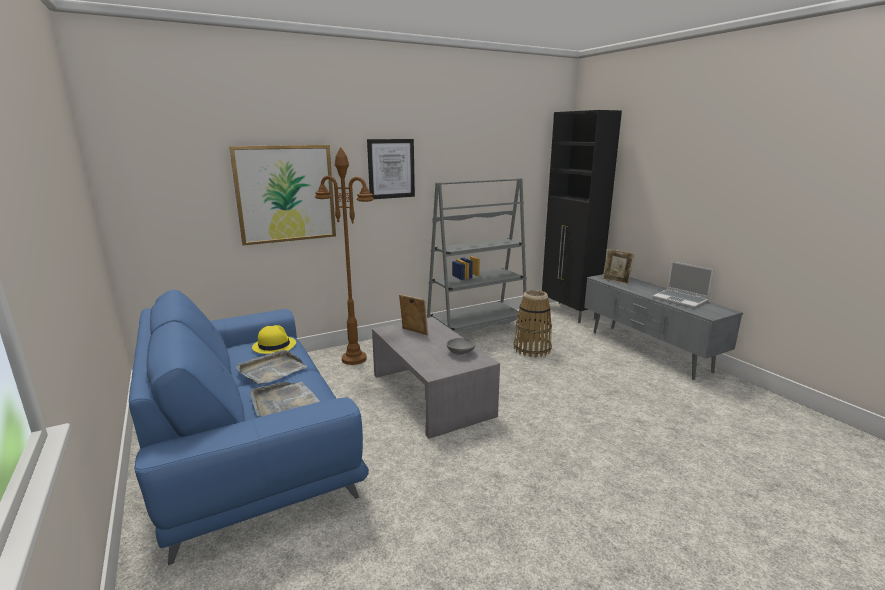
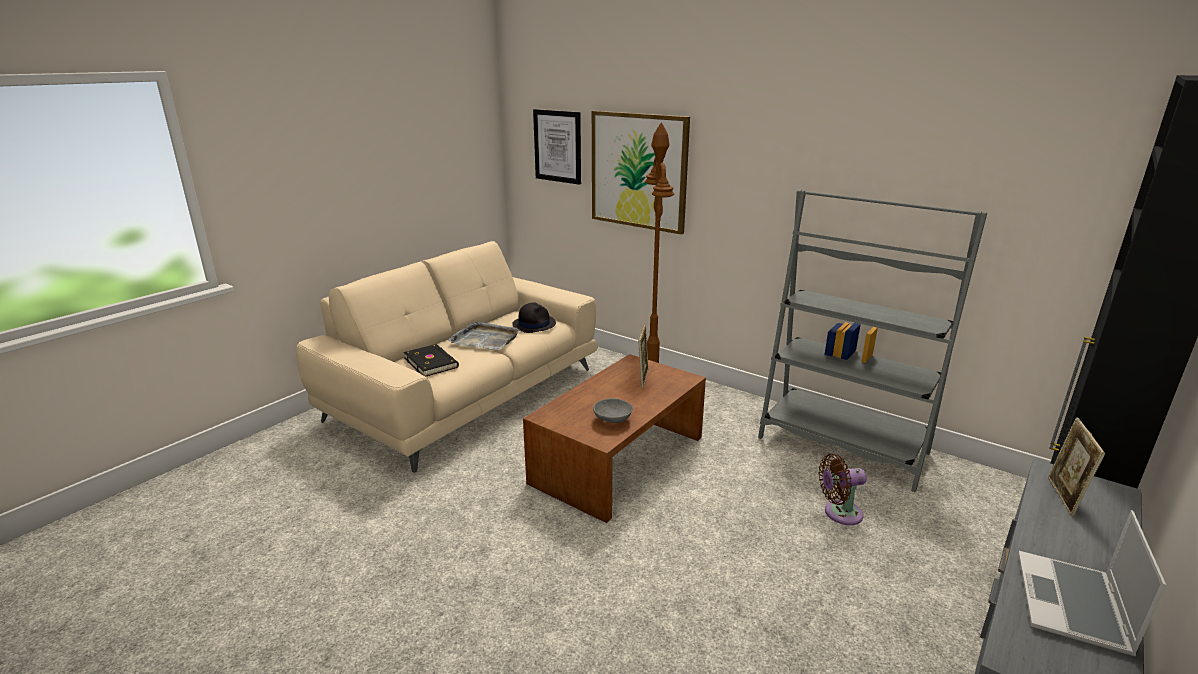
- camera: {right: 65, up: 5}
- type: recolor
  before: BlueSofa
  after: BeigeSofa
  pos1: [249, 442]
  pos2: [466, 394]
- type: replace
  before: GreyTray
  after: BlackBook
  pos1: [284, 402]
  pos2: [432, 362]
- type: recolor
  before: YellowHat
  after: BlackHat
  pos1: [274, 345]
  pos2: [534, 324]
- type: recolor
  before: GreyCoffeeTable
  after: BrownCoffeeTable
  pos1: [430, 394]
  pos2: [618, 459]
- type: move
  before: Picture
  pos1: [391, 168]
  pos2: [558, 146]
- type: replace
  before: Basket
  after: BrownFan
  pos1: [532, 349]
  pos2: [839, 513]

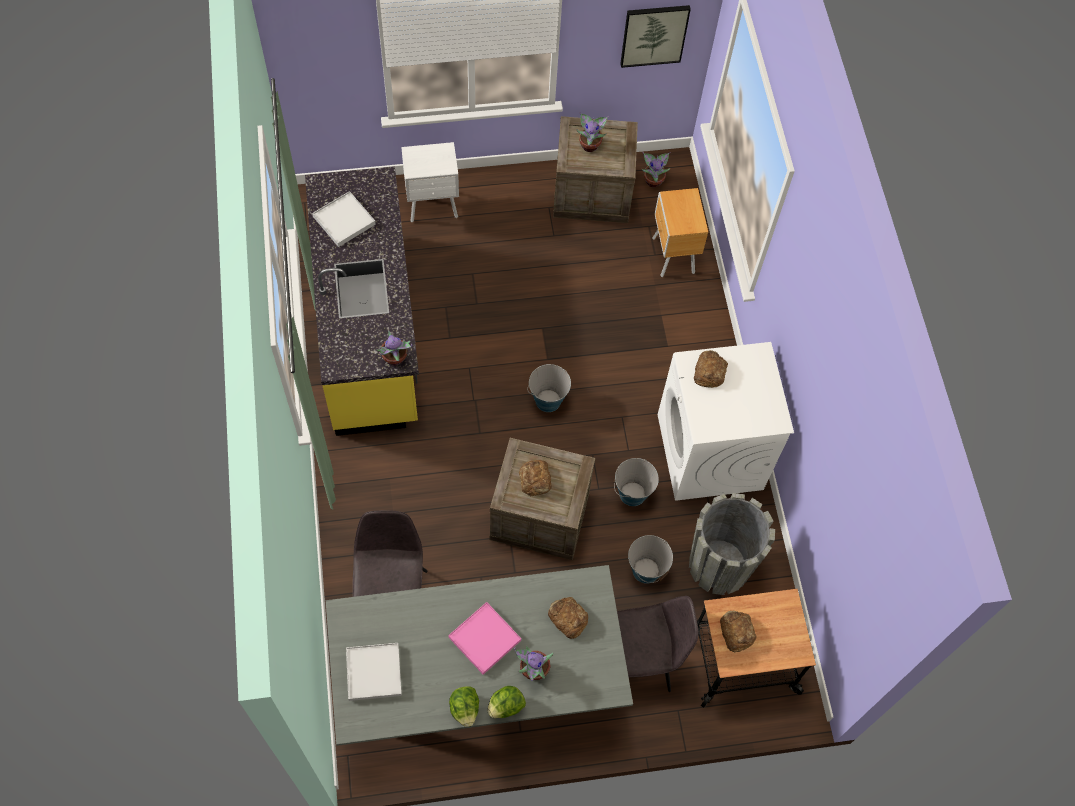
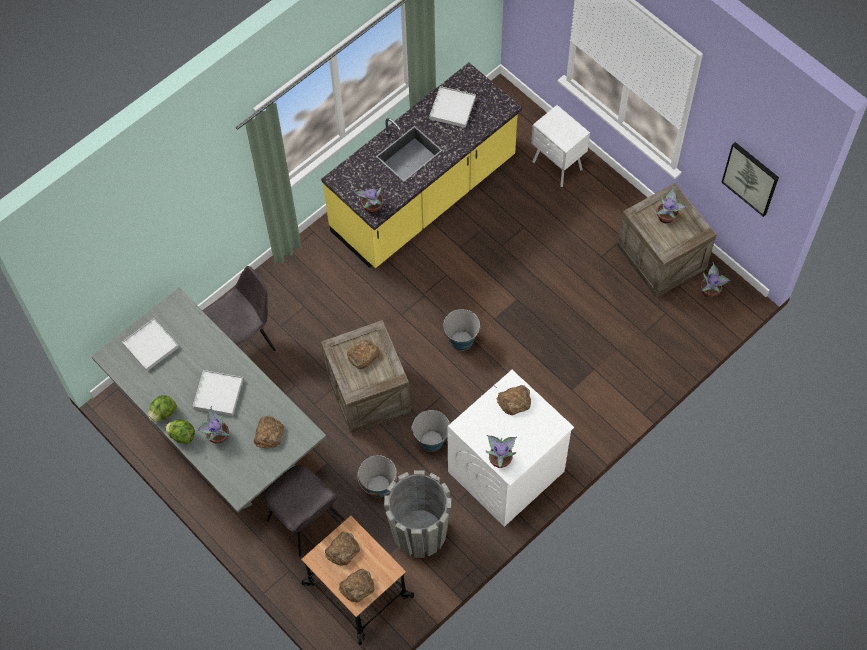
- camera: {right: 60, up: 0}
- type: recolor
  before: PinkTray
  after: WhiteTray
  pos1: [484, 639]
  pos2: [218, 394]
- type: insert
  after: Bread
  pos2: [357, 586]
- type: insert
  after: PottedPlant
  pos2: [500, 459]
- type: delete
  before: BrownNightstand
  pos1: [672, 257]

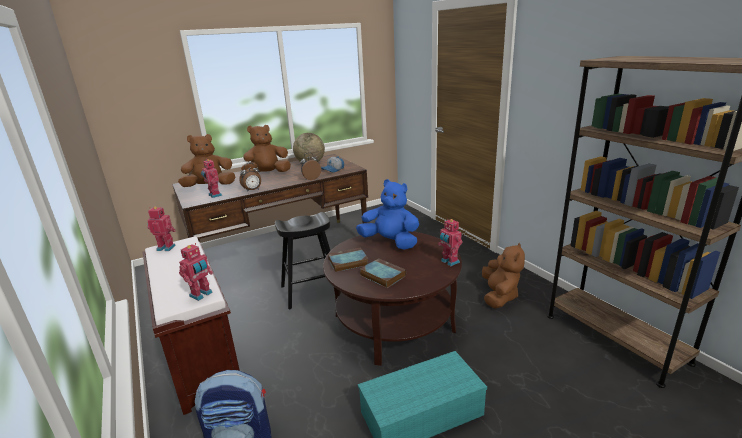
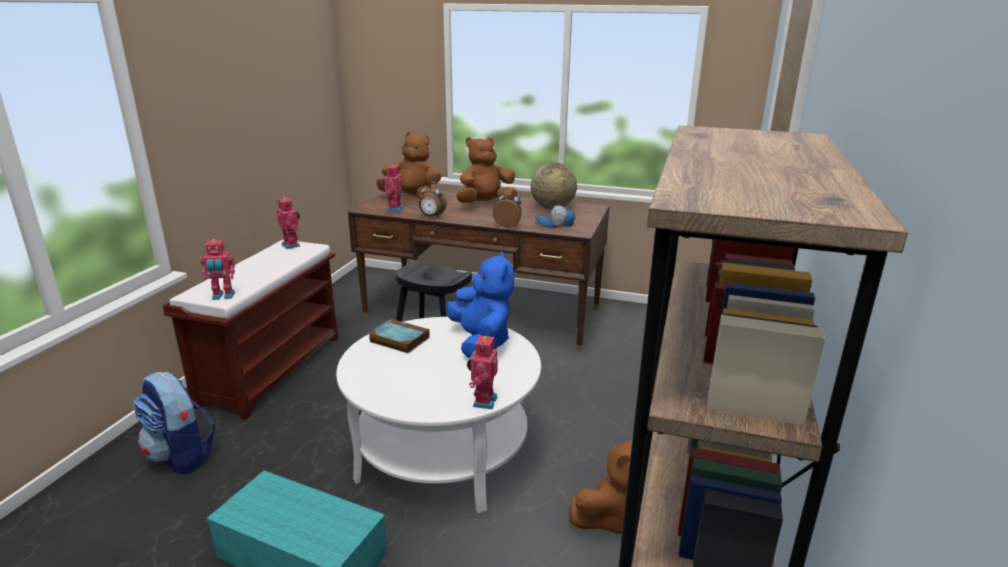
- camera: {right: 45, up: 0}
- type: recolor
  before: BrownCoffeeTable
  after: WhiteCoffeeTable
  pos1: [394, 322]
  pos2: [443, 453]
- type: rotate
  before: BrownPlushToy
  pos1: [267, 174]
  pos2: [485, 204]
  turn: -45
- type: delete
  before: Book
  pos1: [382, 275]

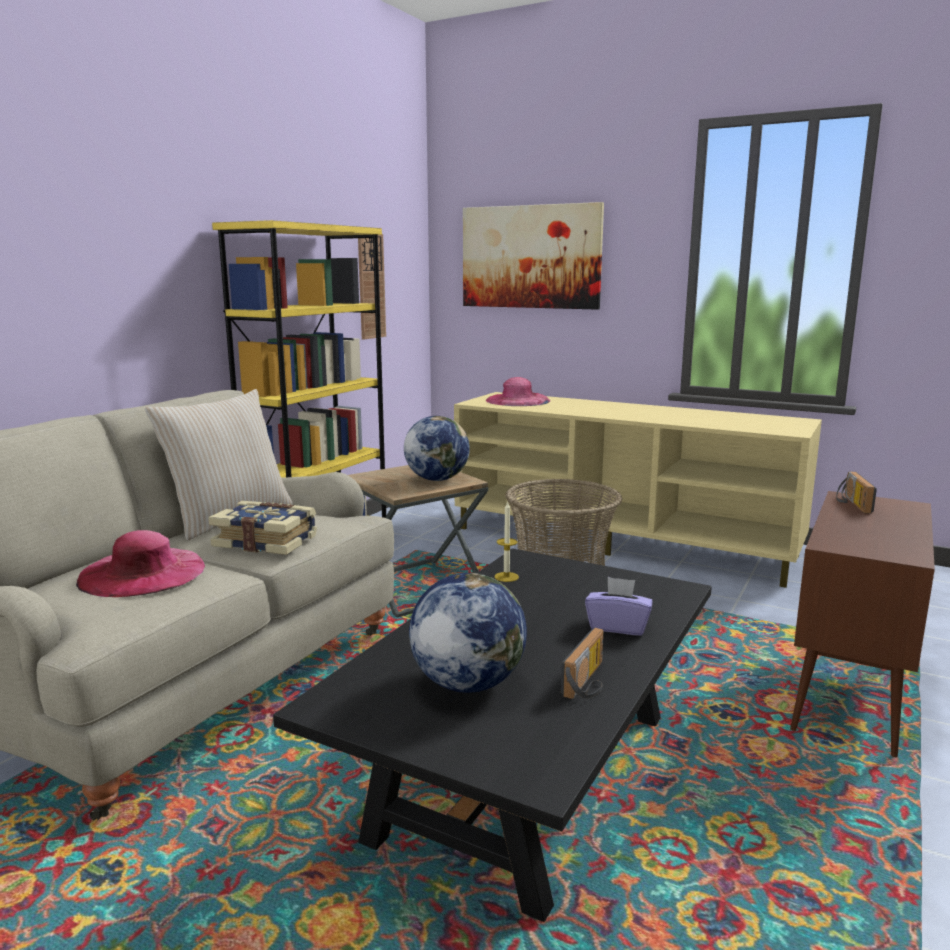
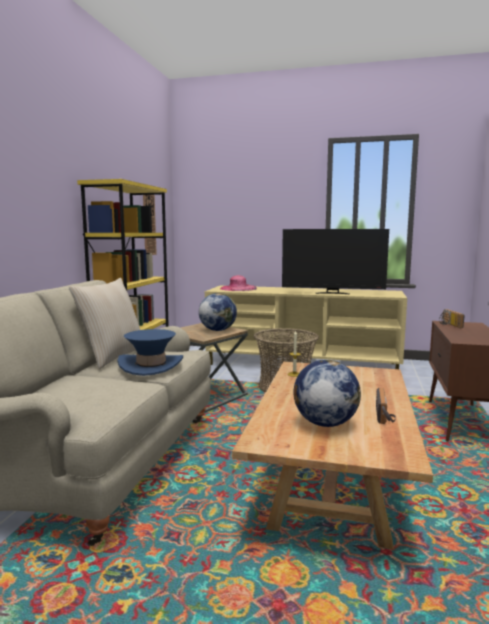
- camera: {right: -15, up: -5}
- type: replace
  before: Book
  after: BlueHat
  pos1: [266, 541]
  pos2: [151, 365]
- type: recolor
  before: BlackCoffeeTable
  after: BeigeCoffeeTable
  pos1: [526, 773]
  pos2: [332, 480]
- type: insert
  after: Television
  pos2: [332, 293]
- type: delete
  before: PinkHat
  pos1: [142, 572]
- type: delete
  before: Picture
  pos1: [530, 257]
- type: delete
  before: PurpleTissueBox
  pos1: [618, 626]

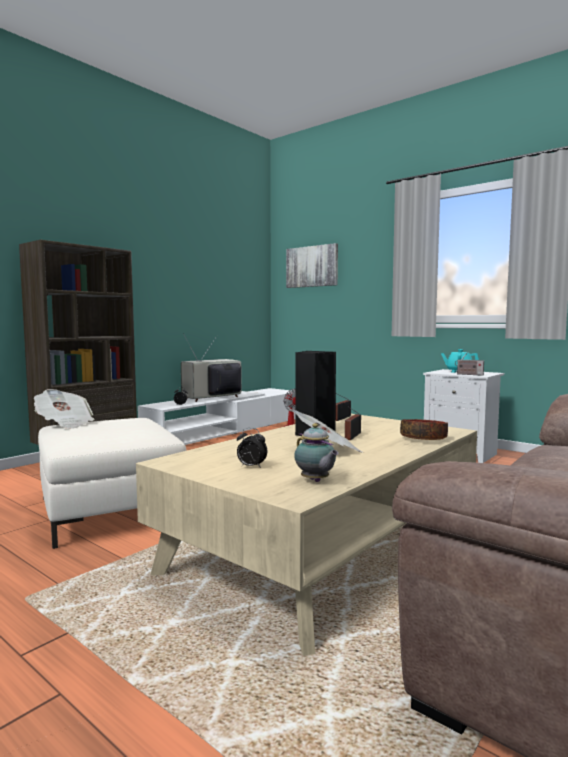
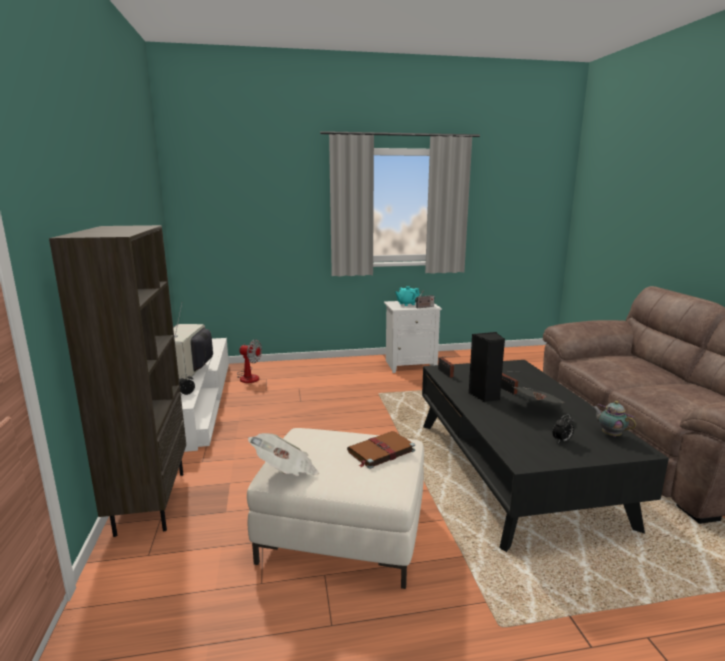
- camera: {right: -50, up: 10}
- type: insert
  after: BrownBook
  pos2: [380, 451]
- type: recolor
  before: BeigeCoffeeTable
  after: BlackCoffeeTable
  pos1: [327, 546]
  pos2: [514, 470]
- type: rotate
  before: Teapot
  pos1: [315, 481]
  pos2: [610, 434]
  turn: -135
- type: delete
  before: Picture
  pos1: [312, 266]
- type: delete
  before: Bowl
  pos1: [424, 439]

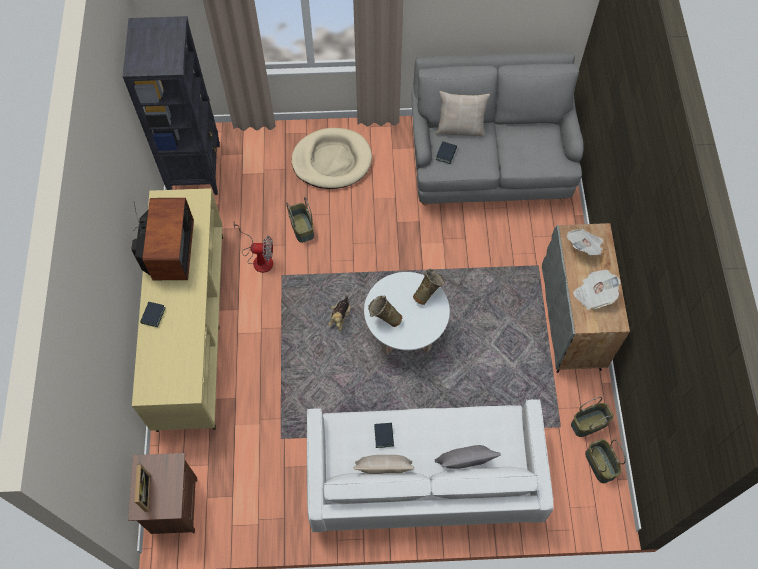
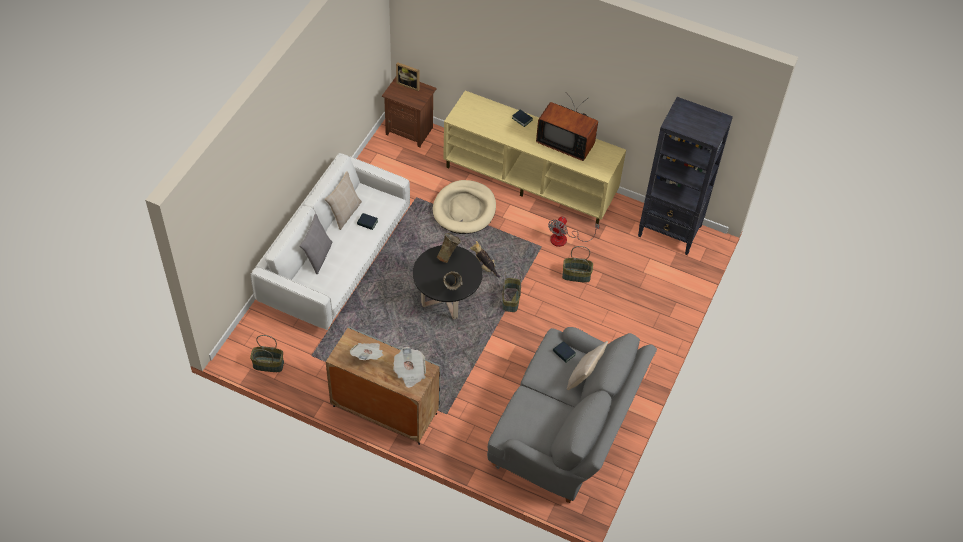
- camera: {right: 115, up: -10}
- type: recolor
  before: WhiteCoffeeTable
  after: BlackCoffeeTable
  pos1: [405, 332]
  pos2: [447, 299]
- type: move
  before: BeigeDogBed
  pos1: [332, 161]
  pos2: [464, 209]
- type: move
  before: Basket
  pos1: [589, 423]
  pos2: [511, 300]

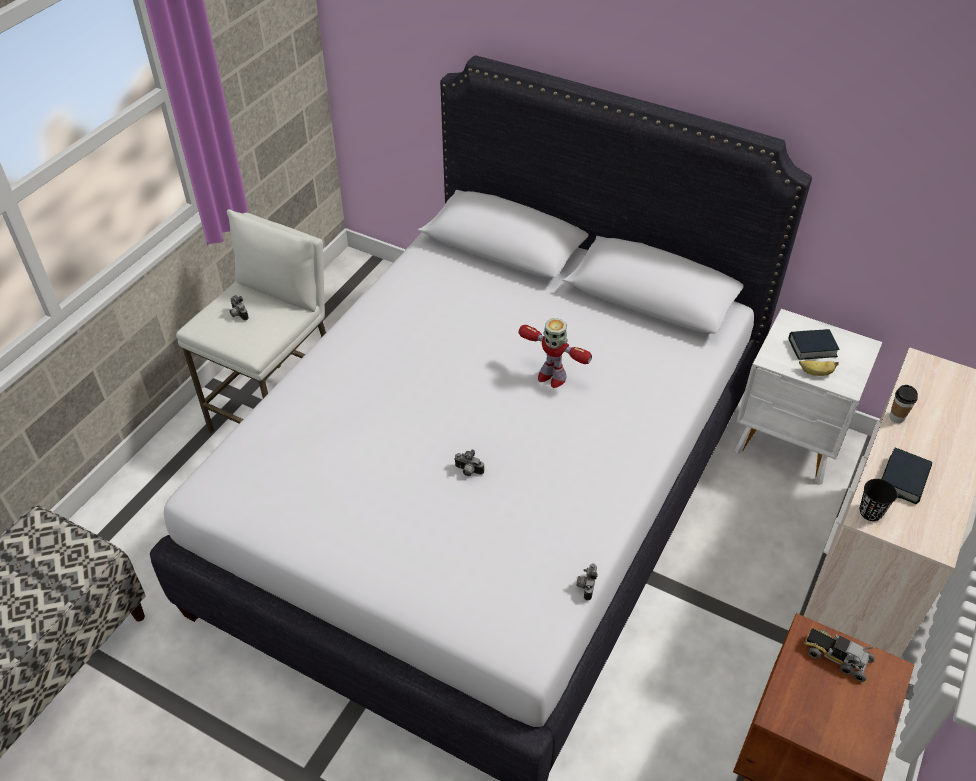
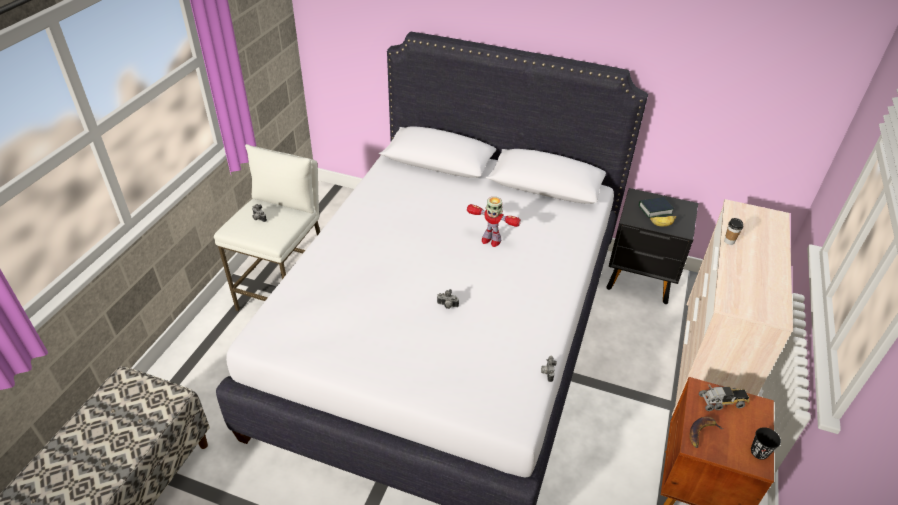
- camera: {right: -10, up: -5}
- type: recolor
  before: WhiteNightstand
  after: BlackNightstand
  pos1: [789, 444]
  pos2: [640, 280]
- type: insert
  after: Banana
  pos2: [702, 432]
- type: rotate
  before: ToyTruck
  pos1: [836, 656]
  pos2: [722, 401]
  turn: 150
- type: move
  before: BlackCup
  pos1: [870, 512]
  pos2: [759, 452]
- type: delete
  before: Book
  pos1: [903, 480]

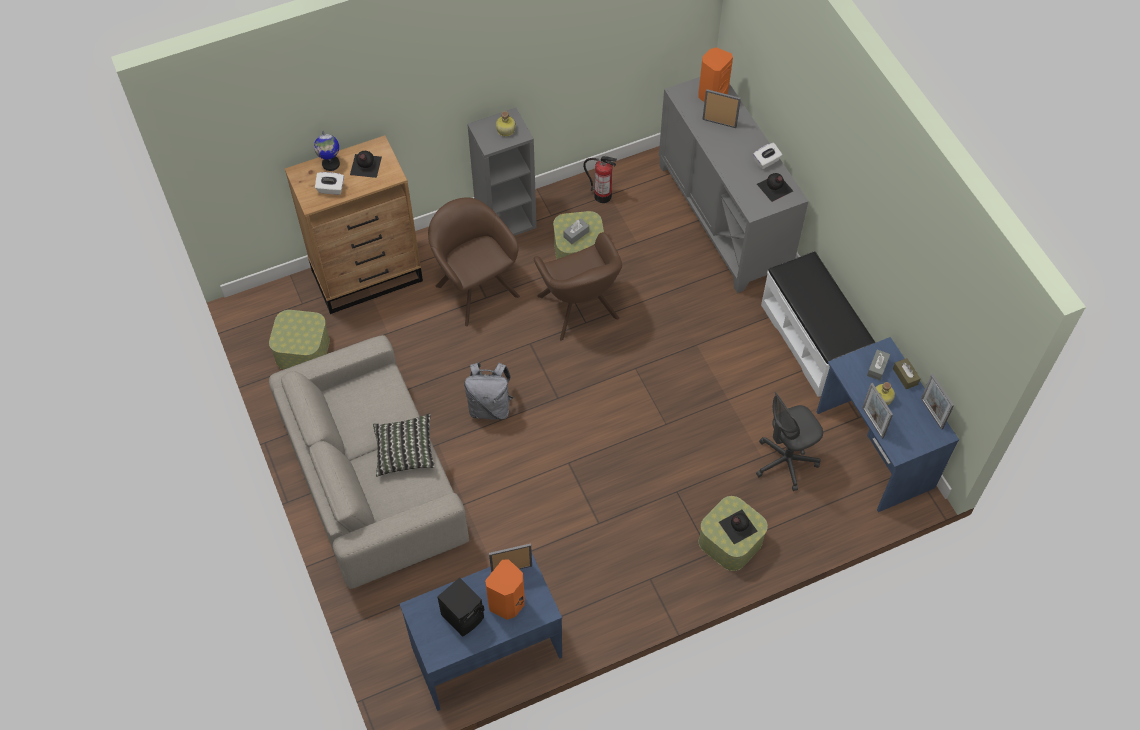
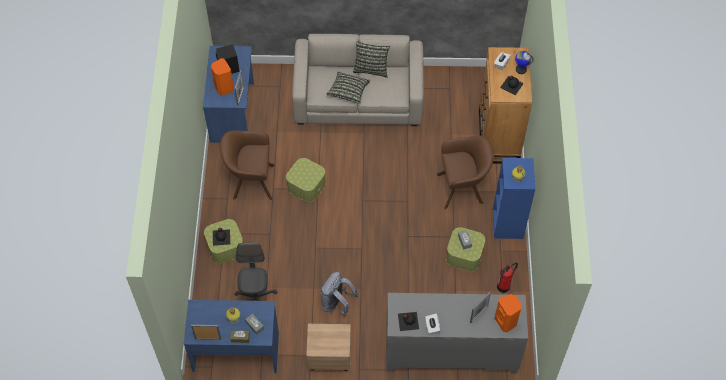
- camera: {right: 115, up: 0}
- type: move
  before: BrownArmchair
  pos1: [579, 311]
  pos2: [250, 181]
- type: move
  before: StorageBox
  pos1: [302, 350]
  pos2: [306, 185]
- type: replace
  before: WhiteBench
  after: BeigeNightstand
  pos1: [812, 341]
  pos2: [329, 357]
- type: move
  before: GreyBackpack
  pos1: [490, 407]
  pos2: [337, 304]
- type: insert
  after: Pillow
  pos2: [371, 68]
- type: recolor
  before: GreyBookcase
  after: BlueBookcase
  pos1: [506, 220]
  pos2: [508, 224]
- type: delete
  before: PictureFrame
  pos1: [872, 422]

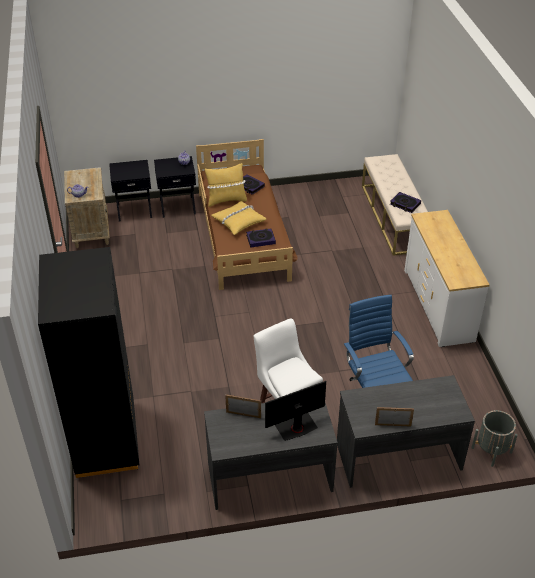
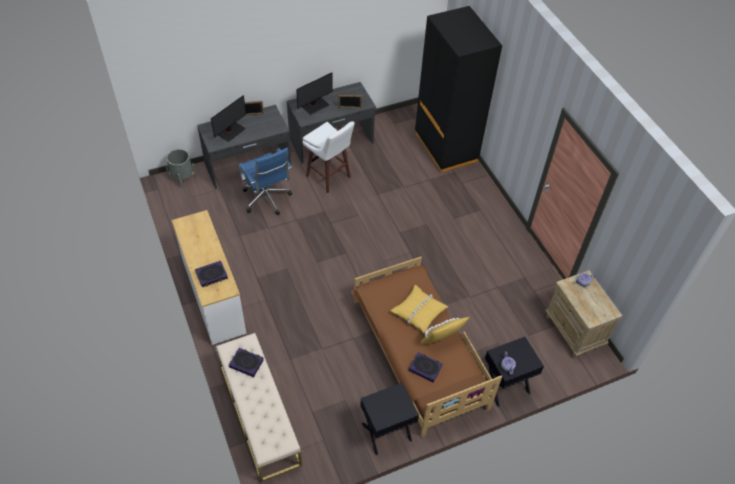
- camera: {right: 165, up: 10}
- type: move
  before: Book
  pos1: [260, 239]
  pos2: [211, 275]
- type: insert
  after: Monitor
  pos2: [230, 131]
- type: move
  before: BlackNightstand
  pos1: [134, 210]
  pos2: [387, 432]

